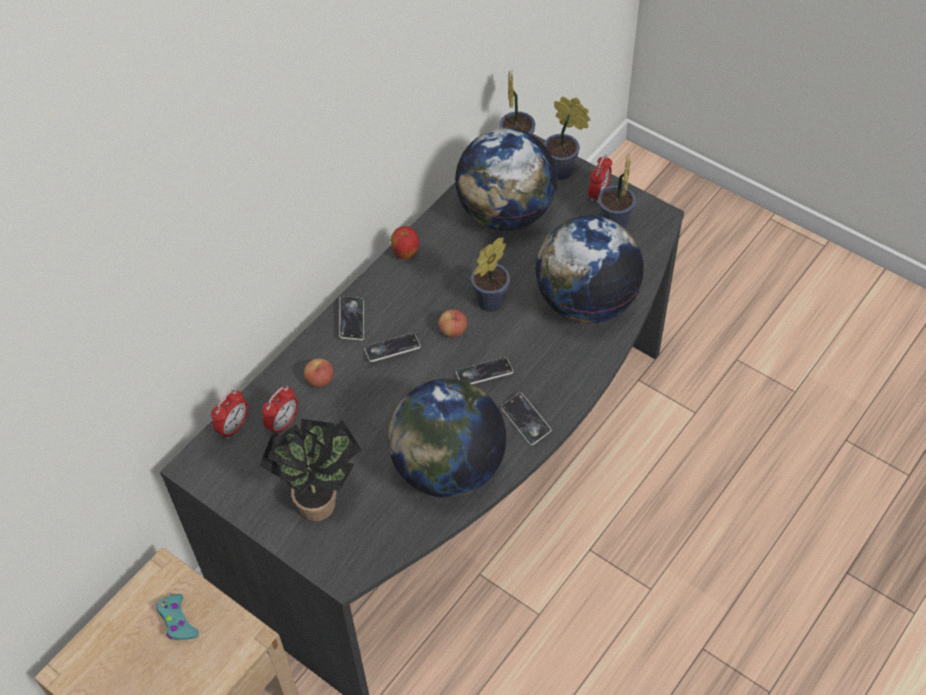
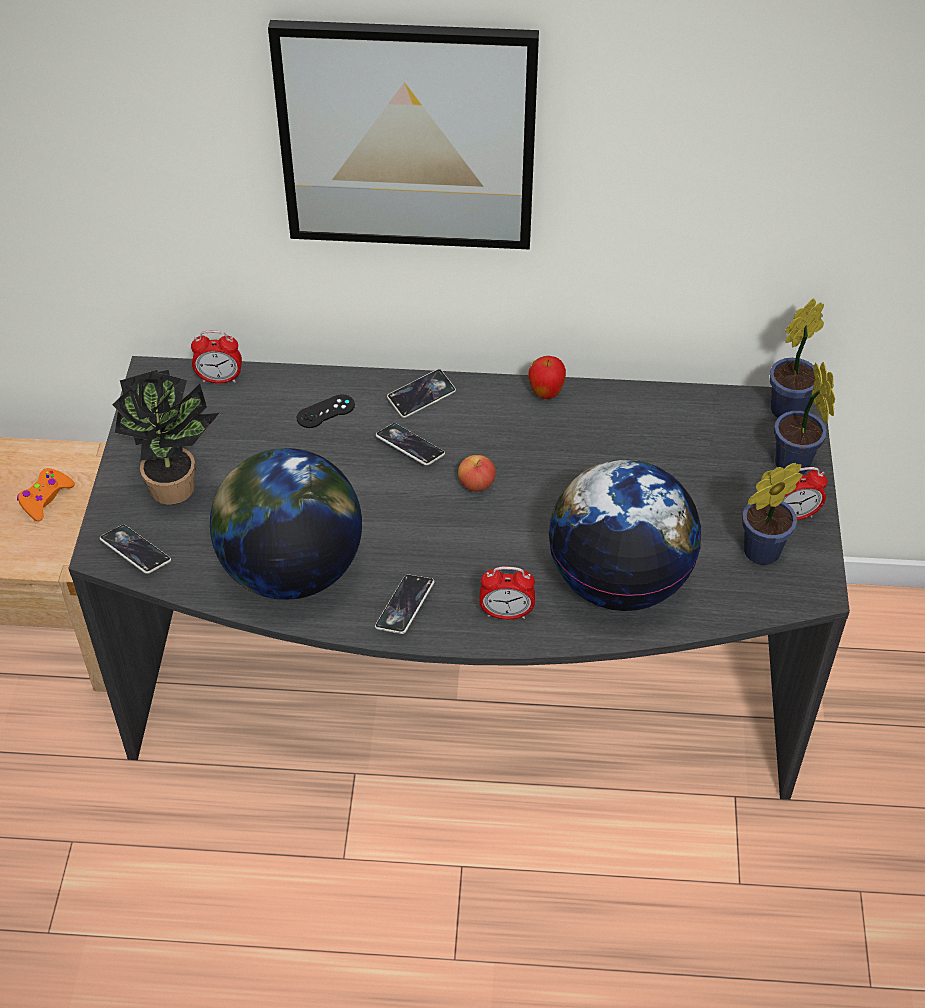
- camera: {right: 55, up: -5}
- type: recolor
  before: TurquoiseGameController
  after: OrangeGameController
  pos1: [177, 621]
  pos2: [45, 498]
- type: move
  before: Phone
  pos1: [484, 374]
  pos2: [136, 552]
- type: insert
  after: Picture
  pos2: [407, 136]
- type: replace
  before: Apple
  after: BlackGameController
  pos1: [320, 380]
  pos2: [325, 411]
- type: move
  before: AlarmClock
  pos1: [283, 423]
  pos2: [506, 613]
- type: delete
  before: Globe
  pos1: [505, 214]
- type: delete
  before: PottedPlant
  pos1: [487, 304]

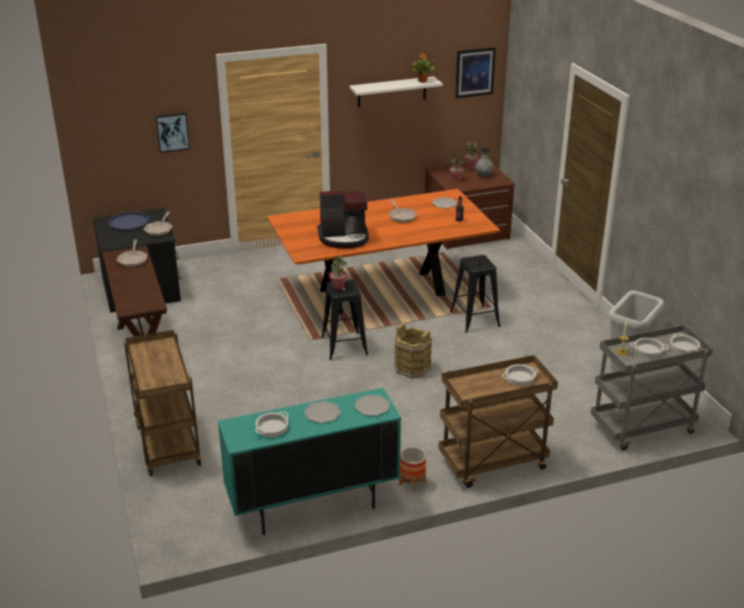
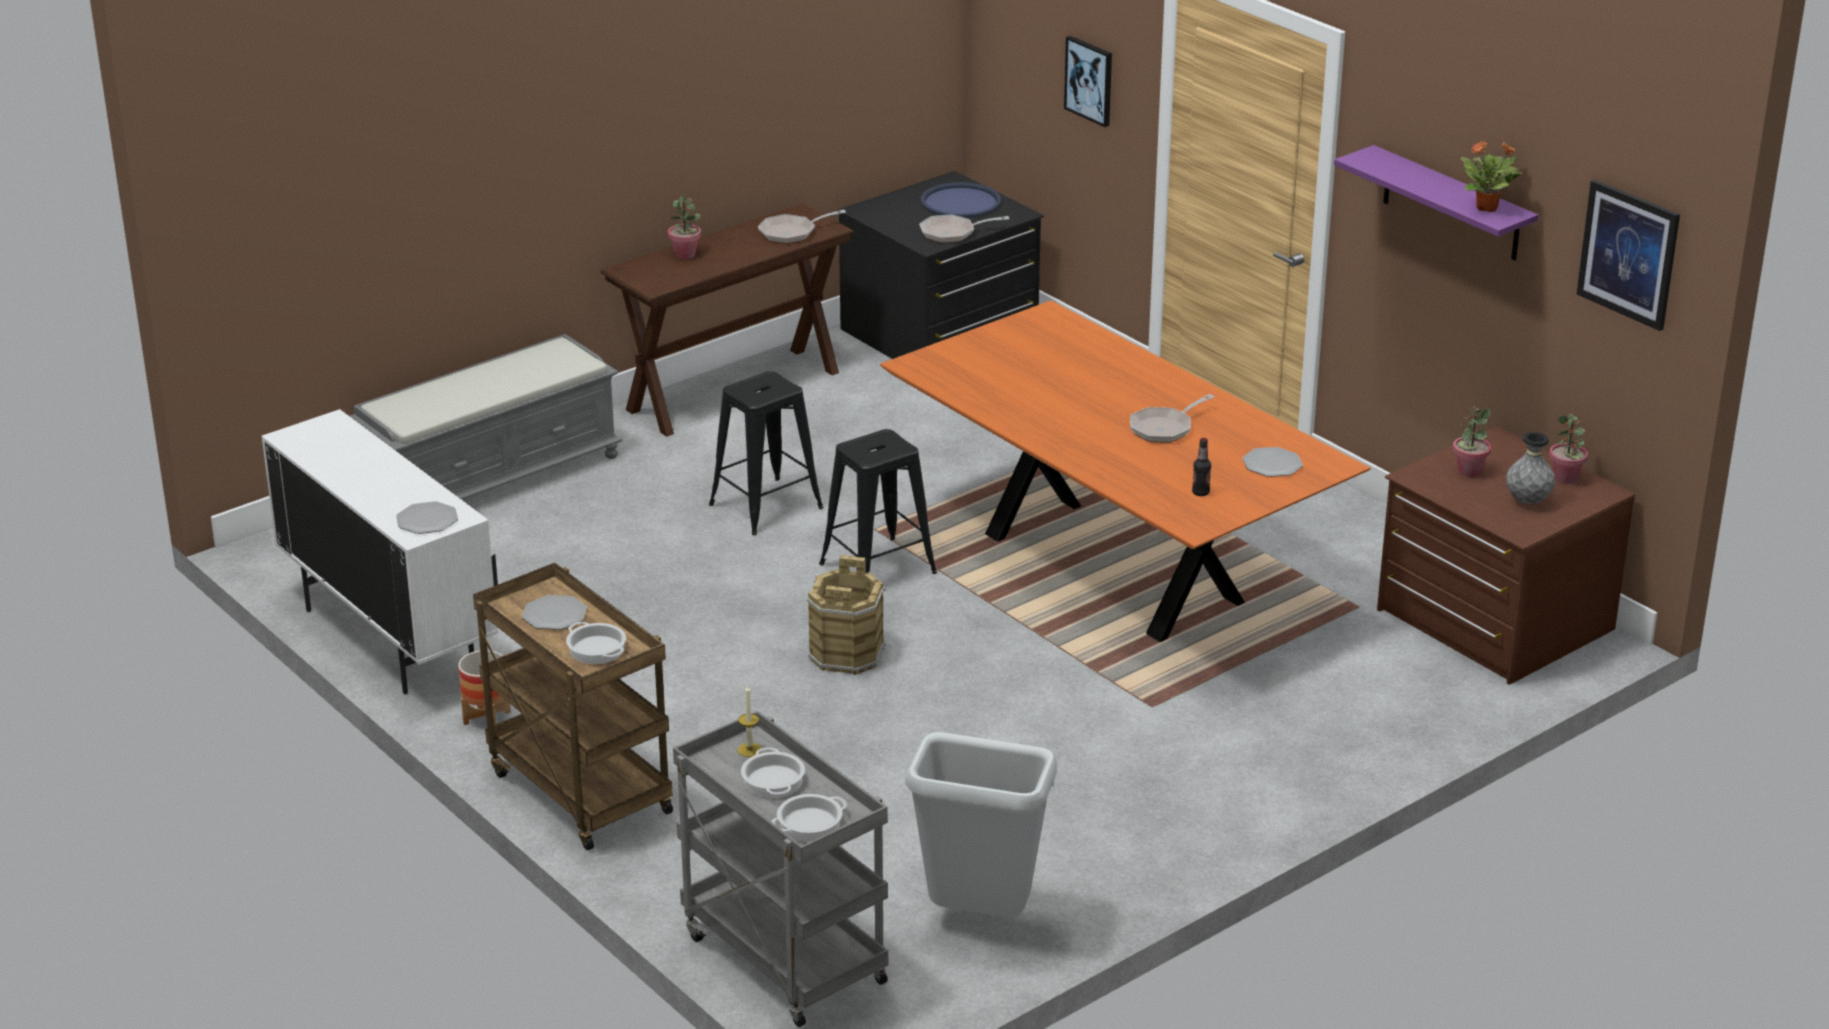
- camera: {right: 70, up: 0}
- type: recolor
  before: TurquoiseCabinet
  after: WhiteCabinet
  pos1: [312, 506]
  pos2: [389, 638]
- type: replace
  before: BrownCart
  after: GreyBench
  pos1: [166, 444]
  pos2: [492, 478]
- type: move
  before: Plate
  pos1: [322, 413]
  pos2: [554, 614]
- type: move
  before: PottedPlant
  pos1: [338, 287]
  pos2: [685, 255]
- type: move
  before: BlackStool
  pos1: [474, 319]
  pos2: [766, 506]
- type: recolor
  before: WhiteShelf
  after: PurpleShelf
  pos1: [392, 92]
  pos2: [1451, 204]
- type: delete
  before: CookingPot
  pos1: [272, 428]
- type: delete
  before: CoffeeMachine
  pos1: [344, 238]

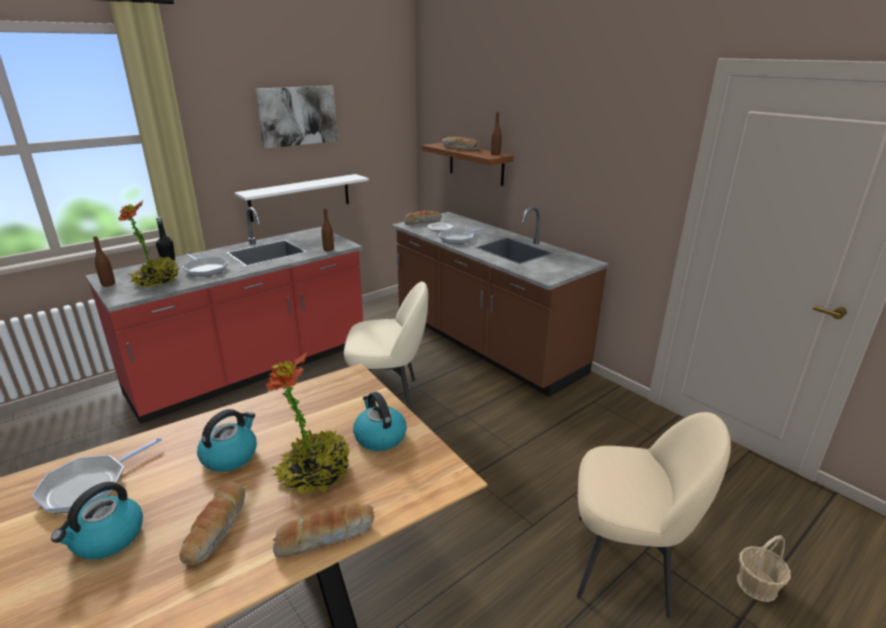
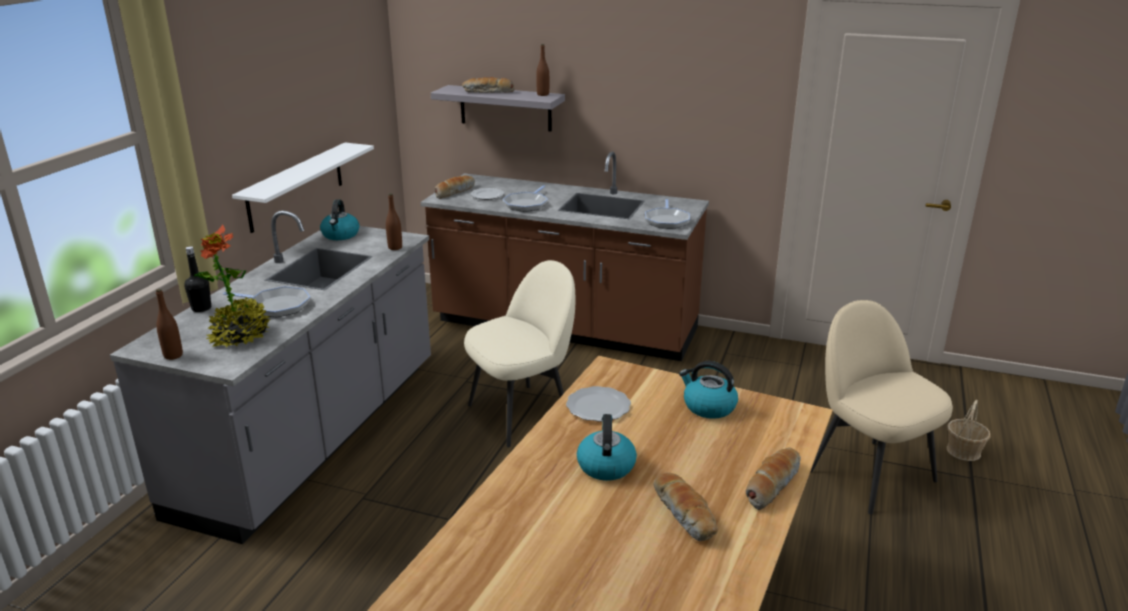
- camera: {right: -30, up: 0}
- type: recolor
  before: RedCounter
  after: GreyCounter
  pos1: [252, 369]
  pos2: [314, 436]
- type: move
  before: Kettle
  pos1: [107, 539]
  pos2: [340, 235]
- type: recolor
  before: BrownShelf
  after: GreyShelf
  pos1: [476, 163]
  pos2: [505, 108]
- type: insert
  after: Plate
  pos2: [598, 407]
- type: move
  before: FryingPan
  pos1: [89, 486]
  pos2: [666, 221]
- type: rotate
  before: BeigeChair
  pos1: [625, 563]
  pos2: [869, 473]
  turn: -105
- type: delete
  before: Picture
  pos1: [297, 116]
- type: delete
  before: PottedPlant
  pos1: [314, 473]

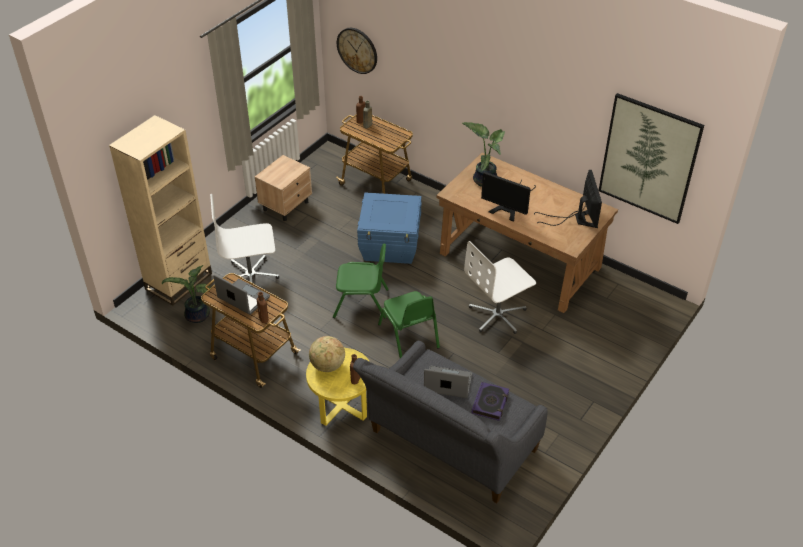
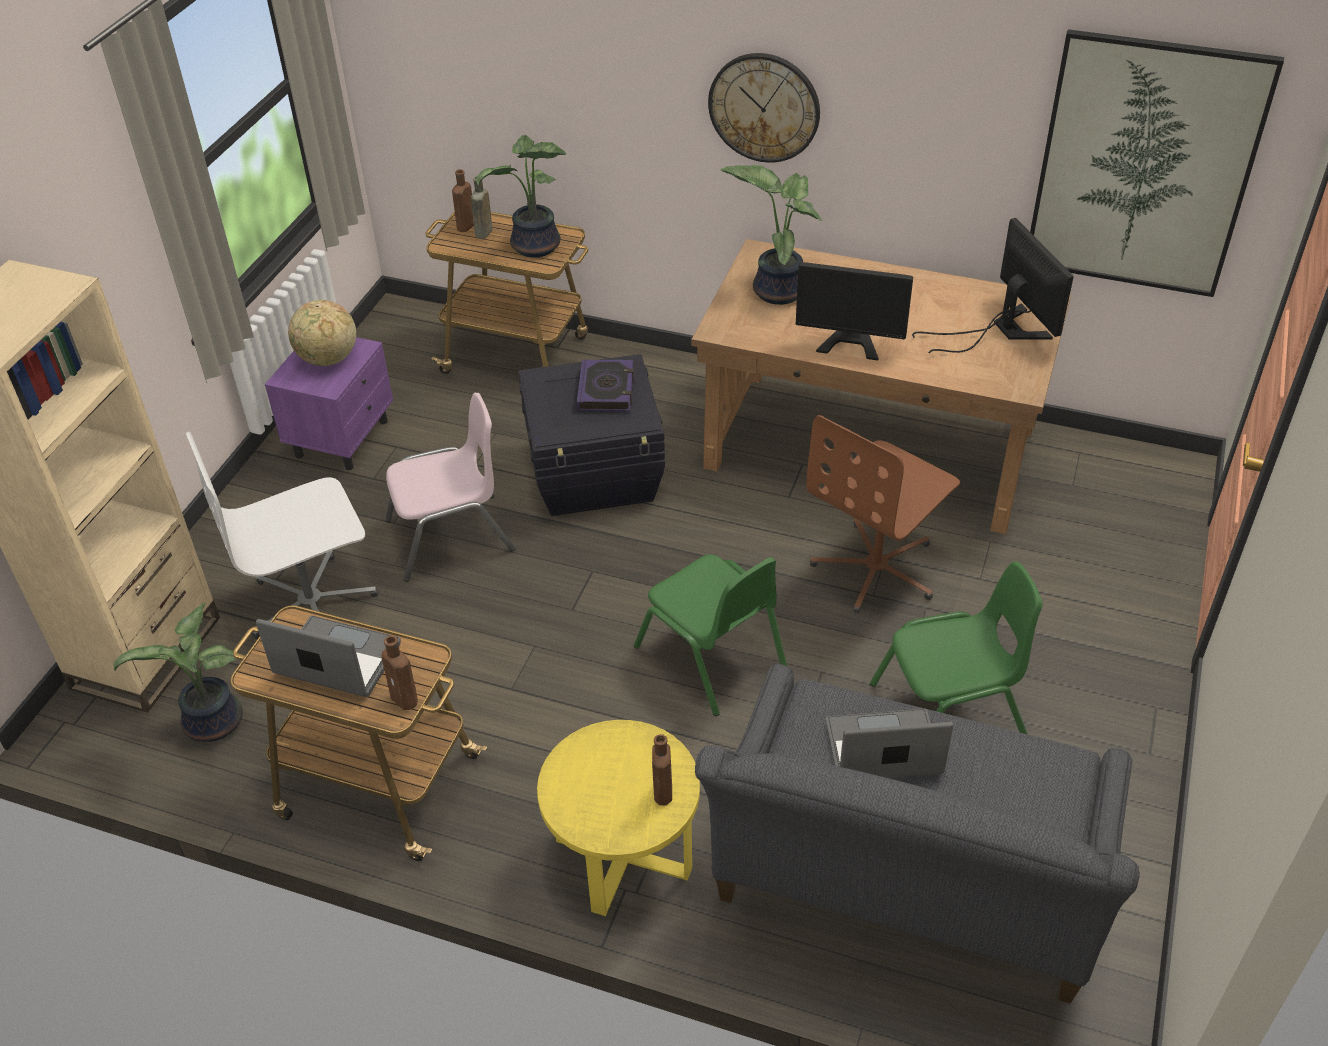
- camera: {right: -15, up: 0}
- type: recolor
  before: BeigeNightstand
  after: PurpleNightstand
  pos1: [286, 206]
  pos2: [343, 437]
- type: move
  before: Globe
  pos1: [327, 366]
  pos2: [328, 359]
- type: insert
  after: PinkChair
  pos2: [451, 536]
- type: insert
  after: PottedPlant
  pos2: [535, 248]
- type: recolor
  before: BlueStorageBox
  after: BlackStorageBox
  pos1: [390, 246]
  pos2: [596, 475]
- type: move
  before: Book
  pos1: [490, 403]
  pos2: [606, 390]
- type: move
  before: WallClock
  pos1: [357, 50]
  pos2: [764, 107]
- type: recolor
  before: WhiteOfficeChair
  after: BrownOfficeChair
  pos1: [498, 315]
  pos2: [877, 569]
- type: move
  before: GreenChair
  pos1: [361, 303]
  pos2: [948, 711]

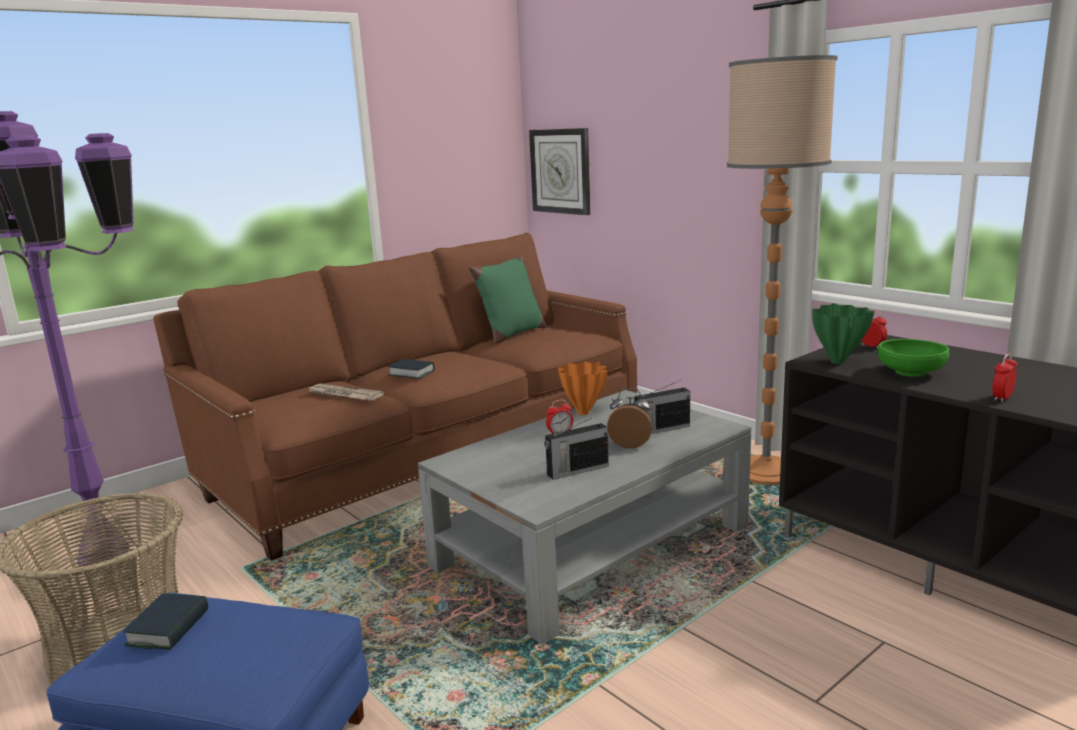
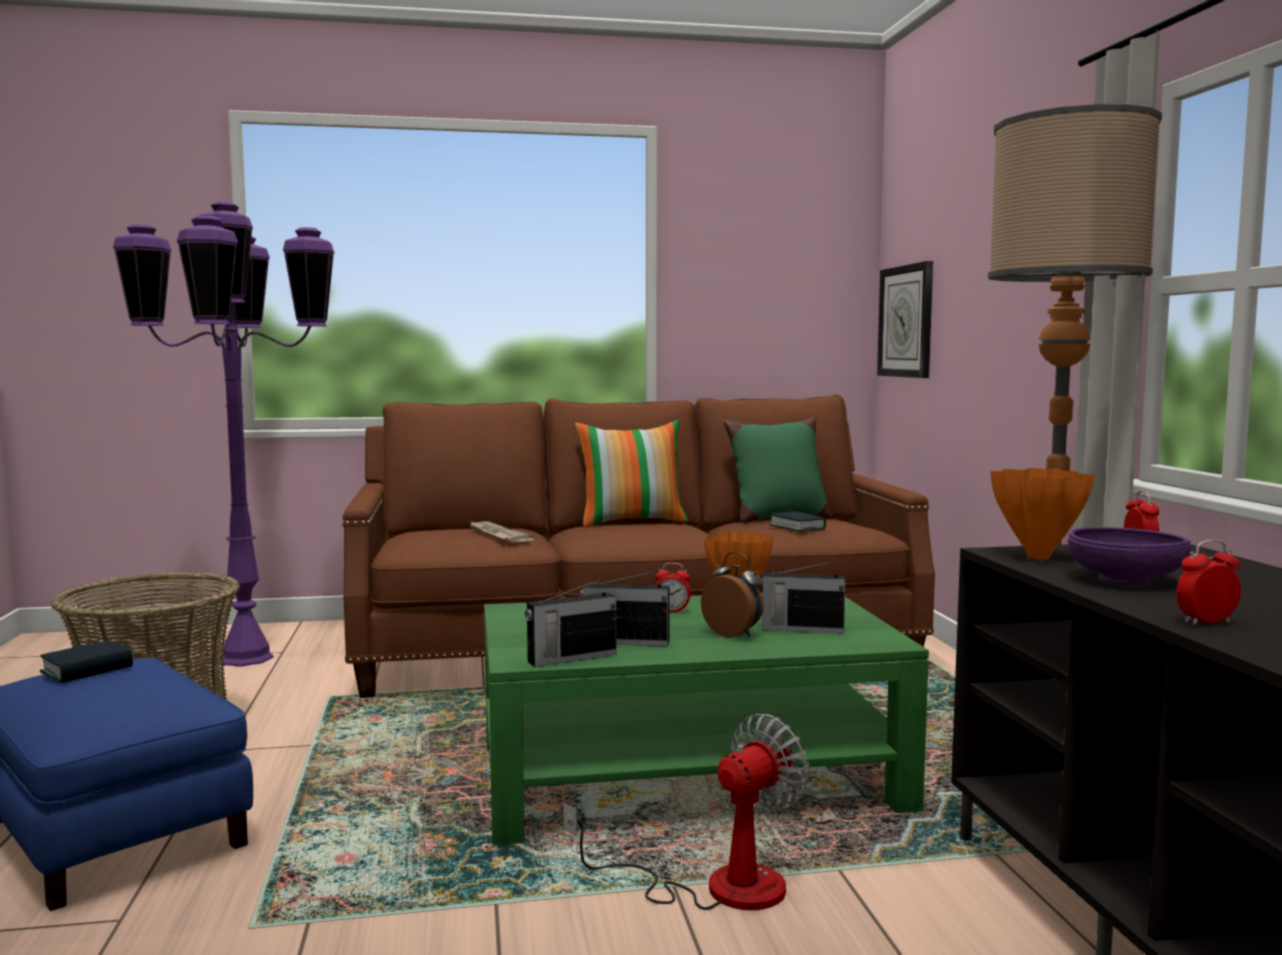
- camera: {right: 30, up: -10}
- type: recolor
  before: GreyCoffeeTable
  after: GreenCoffeeTable
  pos1: [593, 545]
  pos2: [688, 774]
- type: insert
  after: Radio
  pos2: [570, 658]
- type: insert
  after: Fan
  pos2: [716, 887]
- type: insert
  after: Pillow
  pos2: [632, 522]
- type: move
  before: Book
  pos1: [411, 373]
  pos2: [797, 527]
- type: recolor
  before: GreenVase
  after: OrangeVase
  pos1: [837, 362]
  pos2: [1037, 557]
- type: recolor
  before: GreenBowl
  after: PurpleBowl
  pos1: [910, 372]
  pos2: [1125, 580]

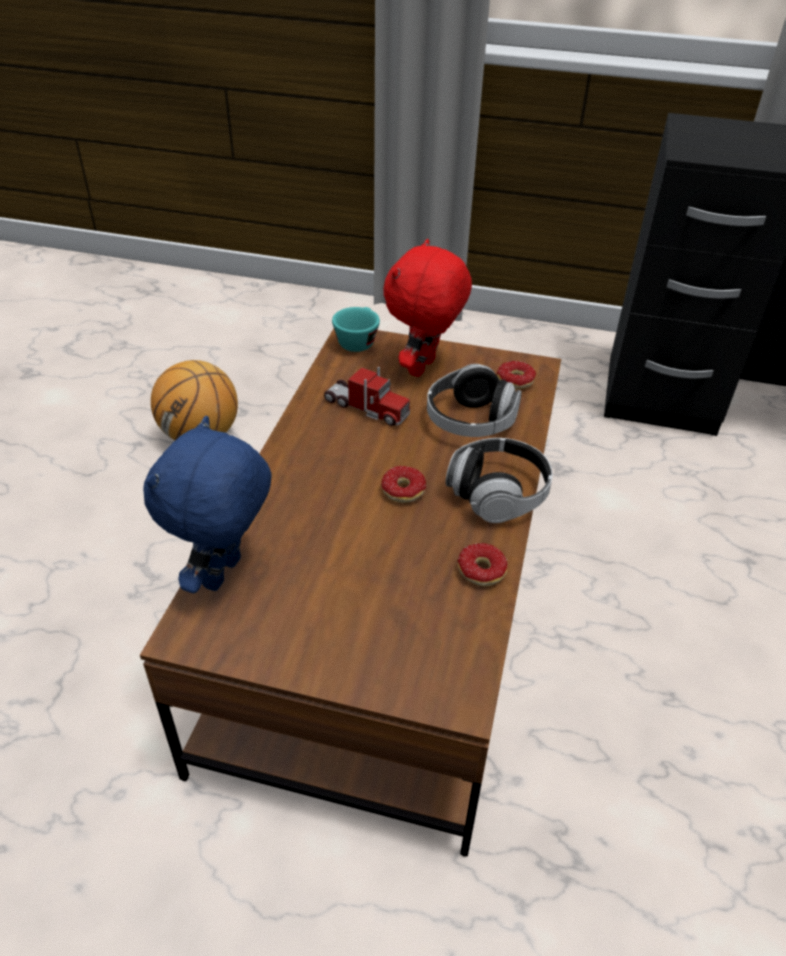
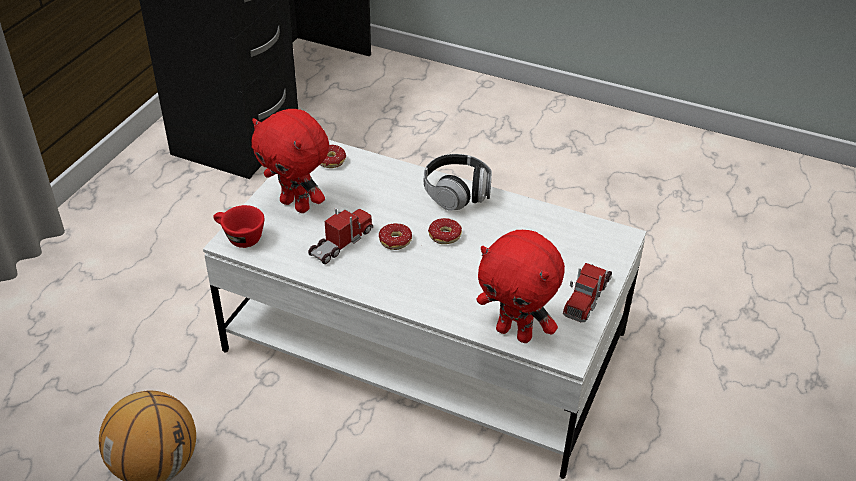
- camera: {right: -80, up: 0}
- type: recolor
  before: BrownCoffeeTable
  after: WhiteCoffeeTable
  pos1: [390, 607]
  pos2: [426, 342]
- type: recolor
  before: TurquoiseCup
  after: RedCup
  pos1: [357, 341]
  pos2: [239, 237]
- type: move
  before: Donut
  pos1: [474, 575]
  pos2: [398, 245]
- type: recolor
  before: BluePlushToy
  after: RedPlushToy
  pos1: [225, 575]
  pos2: [515, 333]
- type: insert
  after: ToyTruck
  pos2: [587, 297]
- type: delete
  before: Headphones
  pos1: [470, 421]

